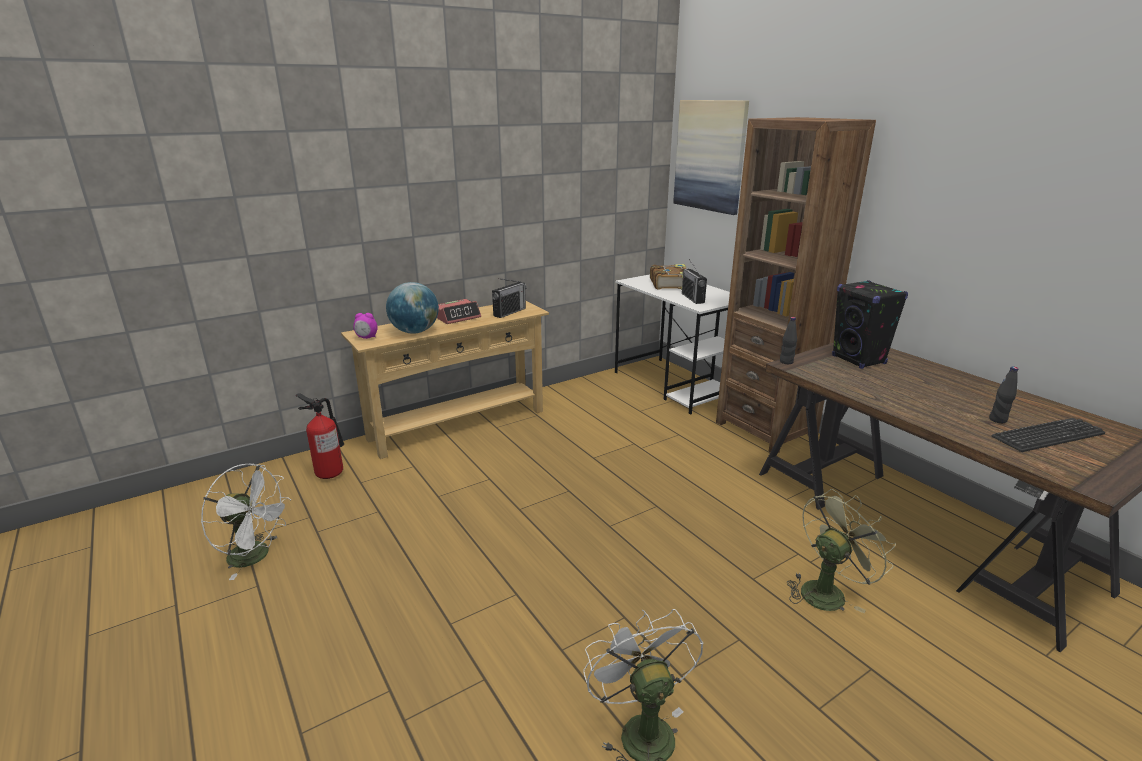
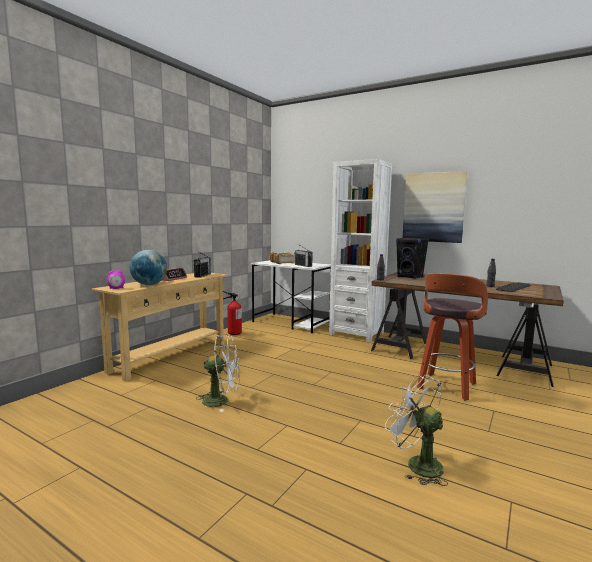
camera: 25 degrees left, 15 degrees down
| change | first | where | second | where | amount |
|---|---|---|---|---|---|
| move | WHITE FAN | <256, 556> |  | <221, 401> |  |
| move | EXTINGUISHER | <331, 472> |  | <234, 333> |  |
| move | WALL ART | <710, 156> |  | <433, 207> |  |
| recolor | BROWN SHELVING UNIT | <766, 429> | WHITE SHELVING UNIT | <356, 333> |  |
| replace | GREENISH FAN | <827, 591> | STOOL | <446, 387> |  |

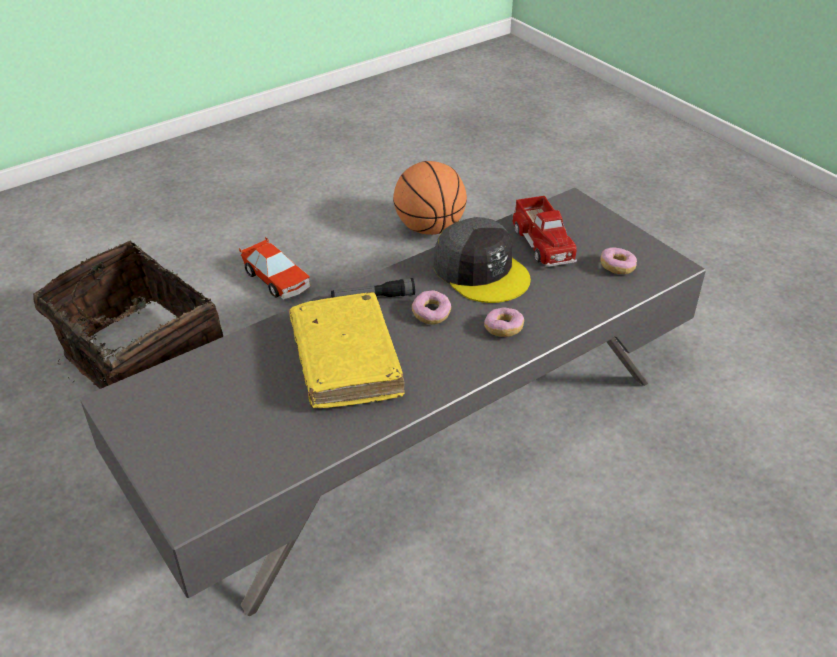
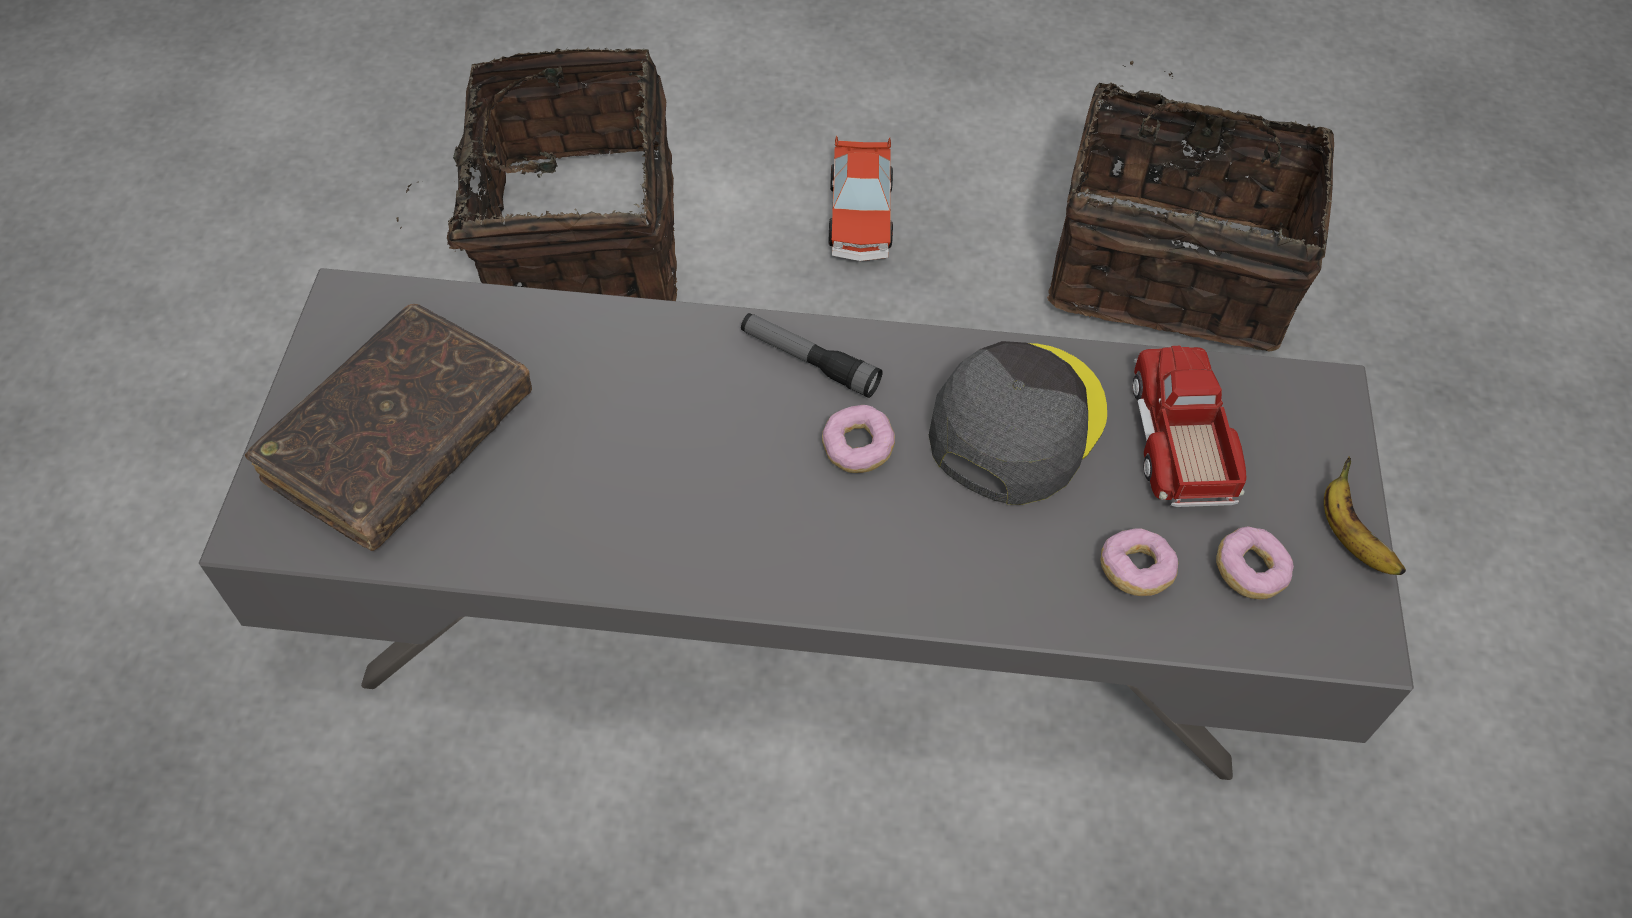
camera: 40 degrees right, 15 degrees up
| change | first | where | second | where | amount |
|---|---|---|---|---|---|
| delete | YELLOWISH VOLUME | <345, 361> |  |  |  |
| replace | BASKETBALL | <429, 228> | STORAGE BASKET | <1171, 265> |  |
| rotate | GRAY BASEBALL CAP | <481, 271> |  | <1016, 423> | 150 degrees counterclockwise |
| move | RING DOUGHNUT | <503, 329> |  | <1135, 571> |  |
| rotate | TOY LORRY | <543, 242> |  | <1179, 438> | 150 degrees clockwise |
| insert |  |  | BROWN VOLUME | <401, 440> |  |
| insert |  |  | WHOLE BANANA | <1350, 537> |  |

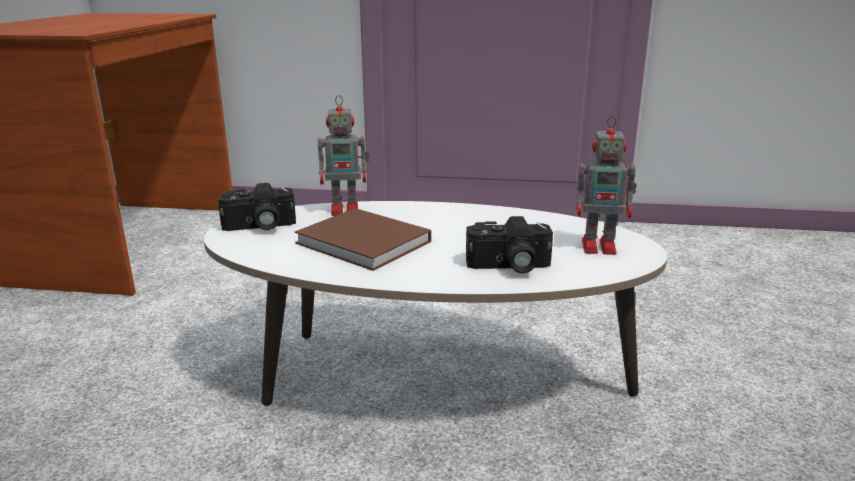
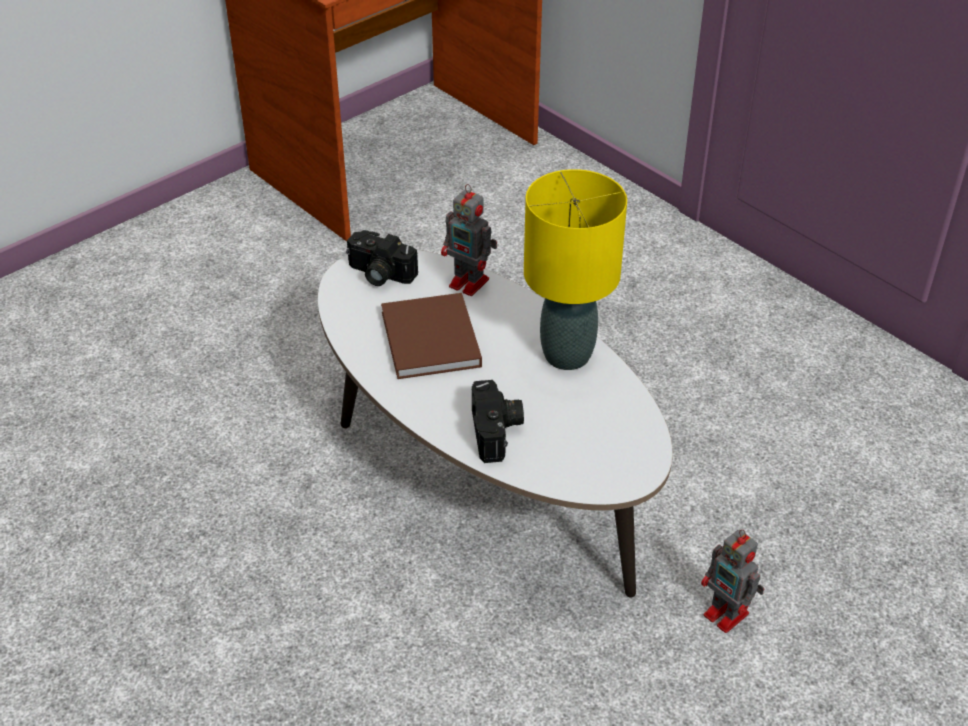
camera: 40 degrees right, 20 degrees up
| change | first | where | second | where | amount |
|---|---|---|---|---|---|
| rotate | STILL CAMERA | <508, 267> |  | <497, 432> | 135 degrees counterclockwise |
| move | TOY ROBOT | <601, 246> |  | <728, 615> |  |
| insert |  |  | YELLOWISH LAMP FOR A TABLE | <566, 355> |  |

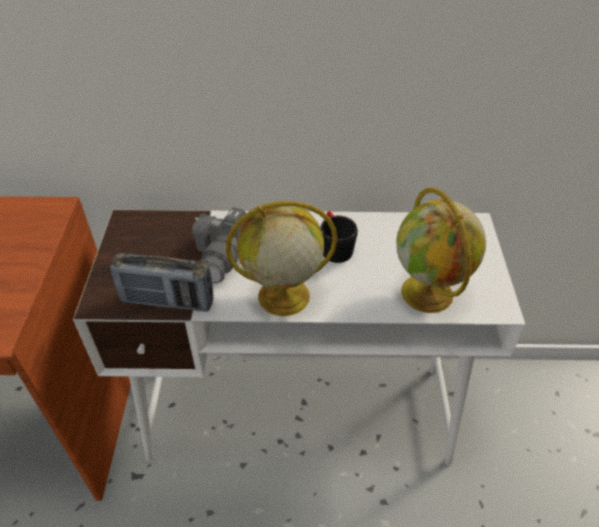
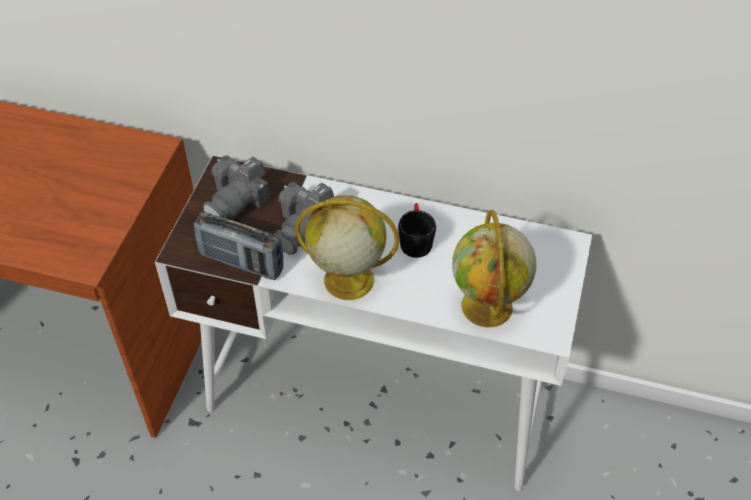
camera: 15 degrees right, 5 degrees up
| change | first | where | second | where | amount |
|---|---|---|---|---|---|
| insert |  |  | STILL CAMERA | <237, 201> |  |

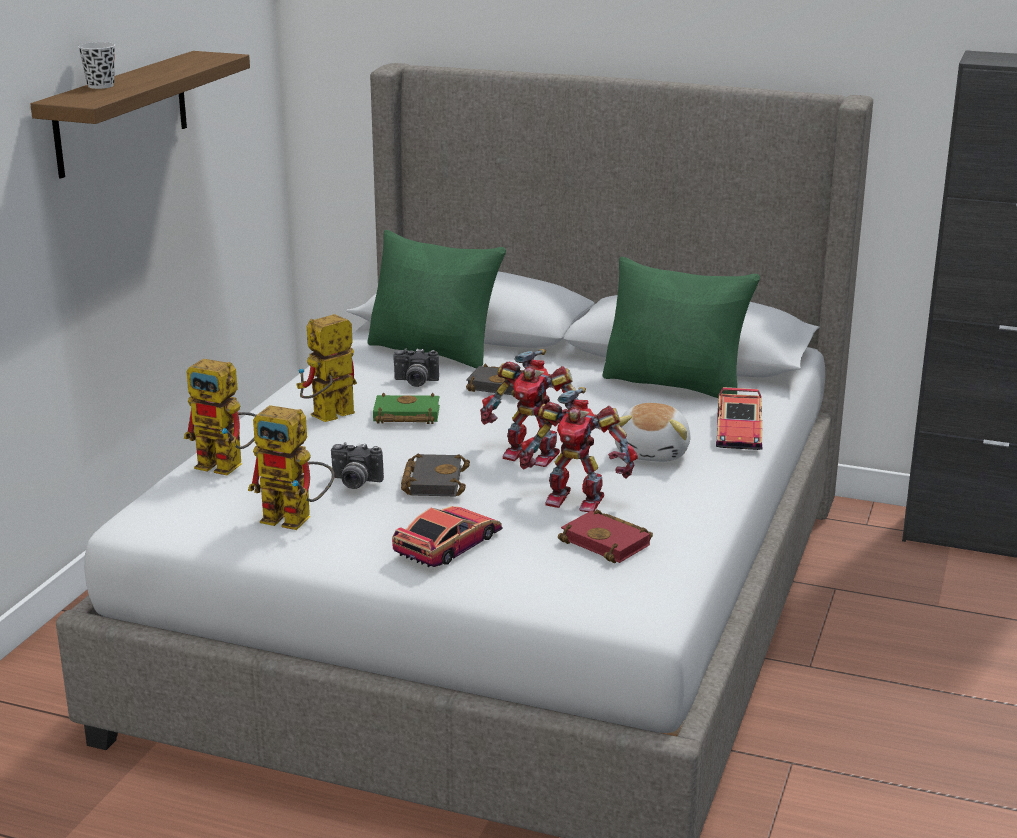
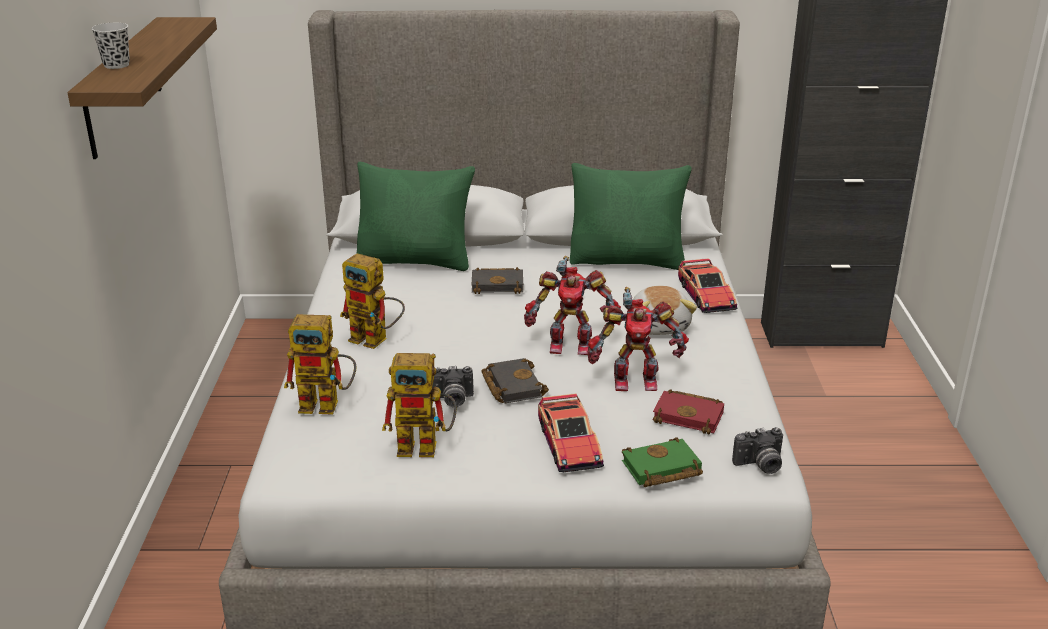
camera: 20 degrees left, 5 degrees up
| change | first | where | second | where | amount |
|---|---|---|---|---|---|
| rotate | TOY ROBOT | <327, 418> |  | <376, 340> | 90 degrees counterclockwise |
| move | GREENISH VOLUME | <404, 416> |  | <660, 470> |  |
| rotate | MINIATURE CAR | <449, 544> |  | <569, 444> | 150 degrees clockwise |
| move | STILL CAMERA | <415, 382> |  | <760, 465> |  |

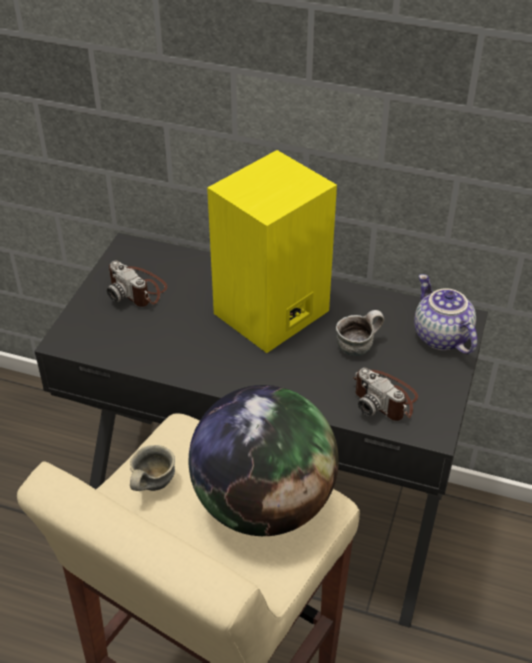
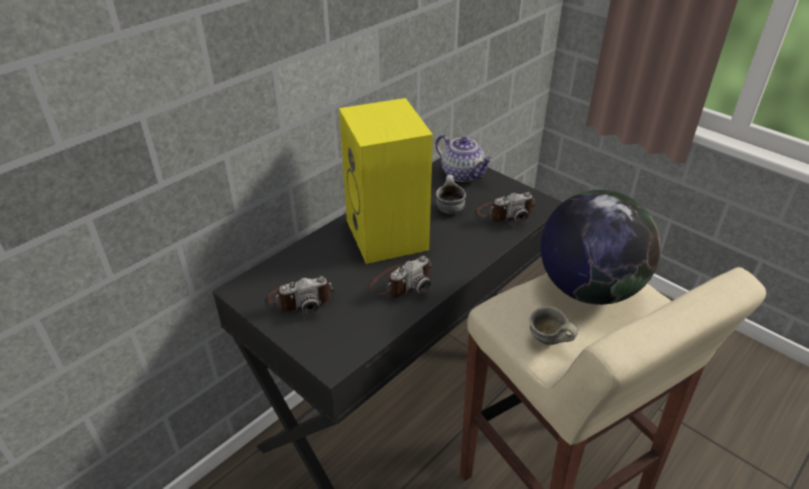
camera: 65 degrees left, 5 degrees down
| change | first | where | second | where | amount |
|---|---|---|---|---|---|
| rotate | TEA POT | <440, 336> |  | <463, 174> | 135 degrees counterclockwise |
| insert |  |  | STILL CAMERA | <401, 283> |  |

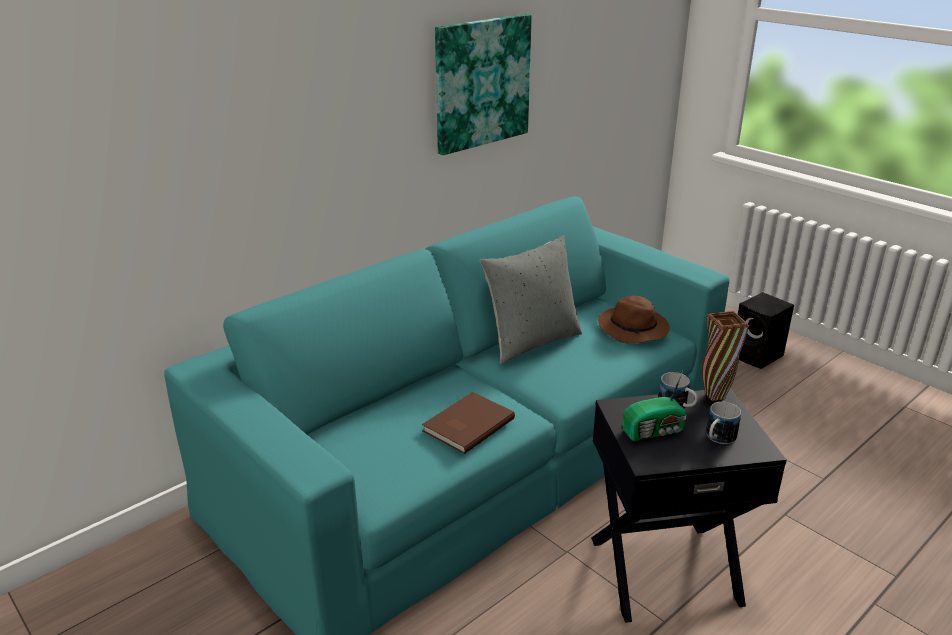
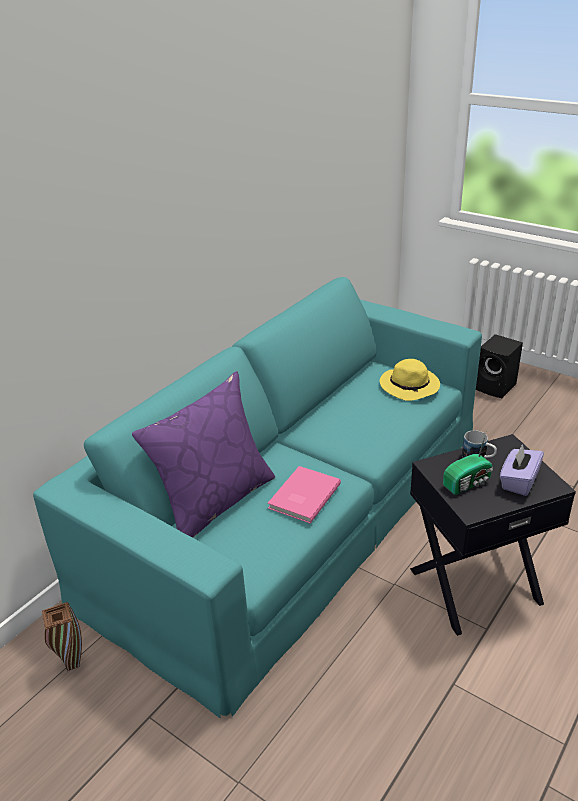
camera: 10 degrees left, 5 degrees up
| change | first | where | second | where | amount |
|---|---|---|---|---|---|
| recolor | BROWN VOLUME | <466, 424> | PINK-COLOURED VOLUME | <302, 496> |  |
| delete | WALL ART | <481, 83> |  |  |  |
| delete | GRAY PILLOW | <531, 341> |  |  |  |
| recolor | BROWN WEARABLE HAT | <634, 329> | YELLOWISH WEARABLE HAT | <410, 386> |  |
| move | BROWN DECORATIVE VASE | <714, 396> |  | <72, 664> |  |
| replace | TEA MUG | <717, 438> | PURPLE-COLOURED TISSUE HOLDER | <518, 481> |  |
| insert |  |  | PURPLE-COLOURED PILLOW | <215, 502> |  |

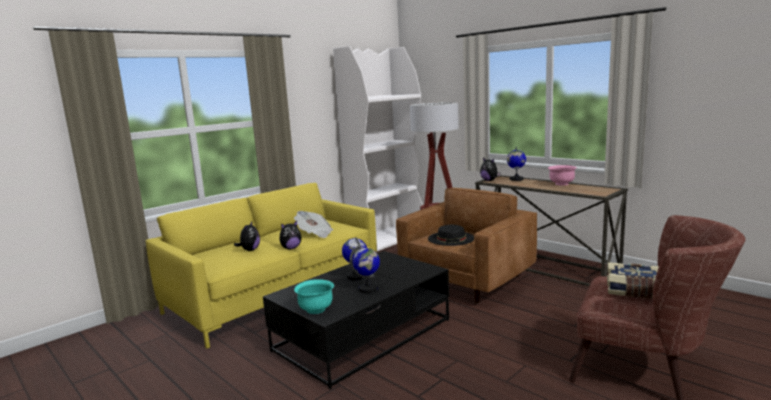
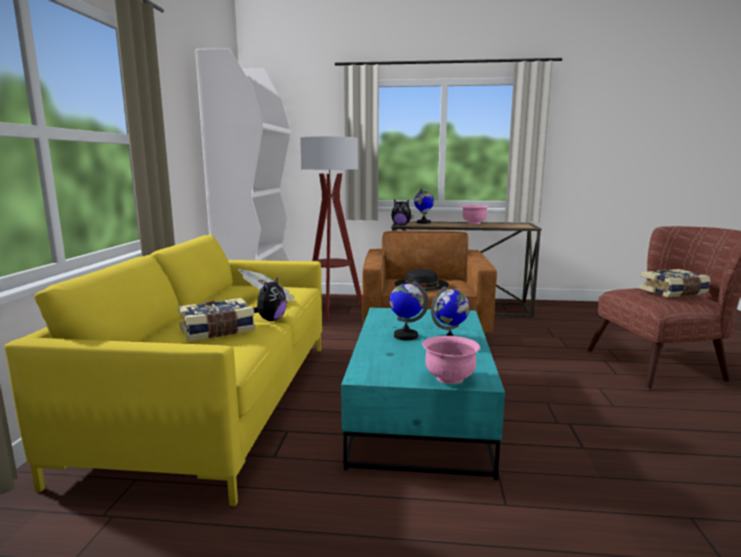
camera: 40 degrees left, 0 degrees up
| change | first | where | second | where | amount |
|---|---|---|---|---|---|
| replace | PLUSH TOY | <250, 250> | VOLUME | <217, 331> |  |
| recolor | BLACK-COLOURED LOUNGE TABLE | <363, 334> | BLUE-GREEN LOUNGE TABLE | <419, 410> |  |
| recolor | BLUE-GREEN SERVING BOWL | <316, 309> | PINK-COLOURED SERVING BOWL | <449, 378> |  |

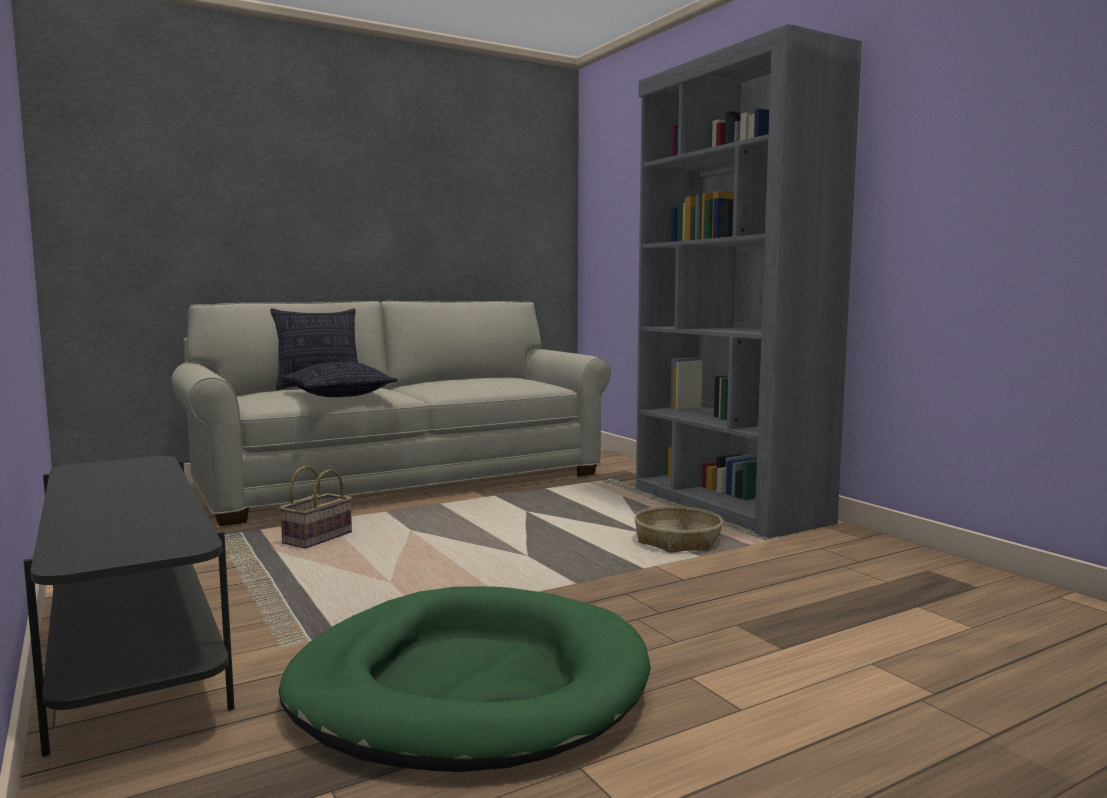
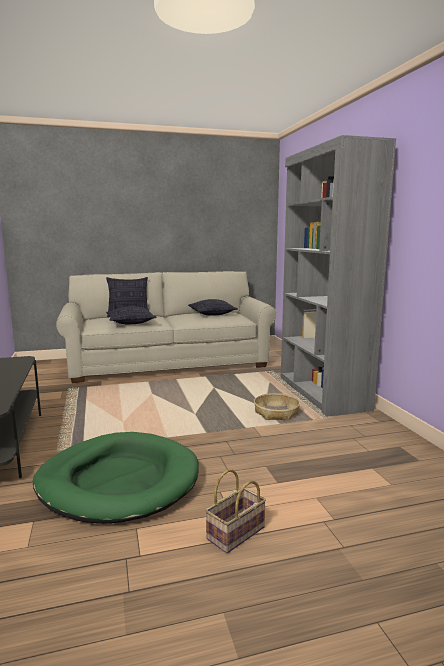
camera: 15 degrees right, 5 degrees up
| change | first | where | second | where | amount |
|---|---|---|---|---|---|
| move | STORAGE BASKET | <317, 539> |  | <235, 534> |  |
| insert |  |  | PILLOW | <212, 314> |  |

